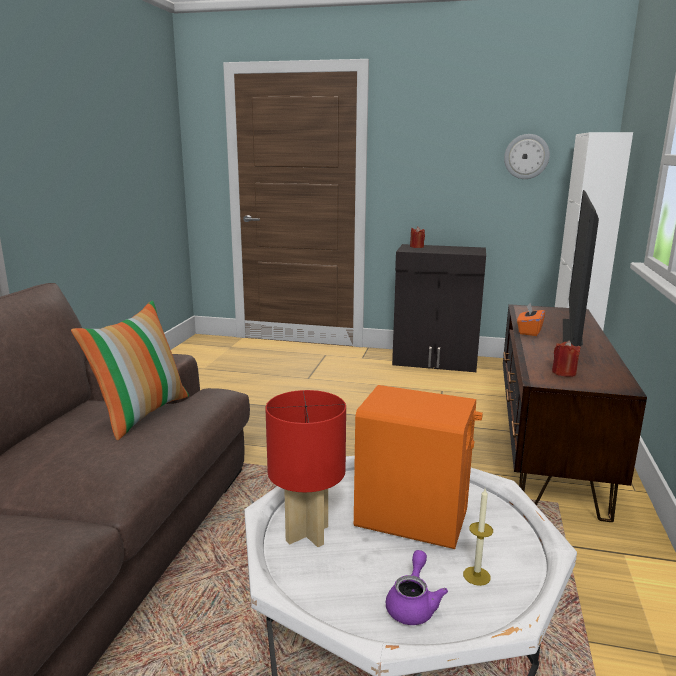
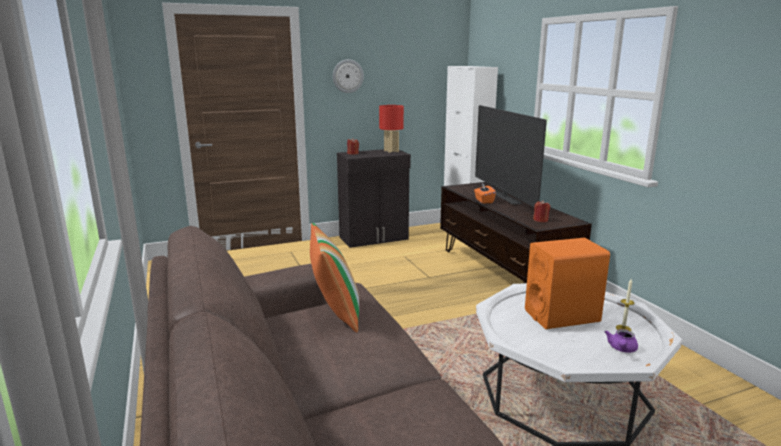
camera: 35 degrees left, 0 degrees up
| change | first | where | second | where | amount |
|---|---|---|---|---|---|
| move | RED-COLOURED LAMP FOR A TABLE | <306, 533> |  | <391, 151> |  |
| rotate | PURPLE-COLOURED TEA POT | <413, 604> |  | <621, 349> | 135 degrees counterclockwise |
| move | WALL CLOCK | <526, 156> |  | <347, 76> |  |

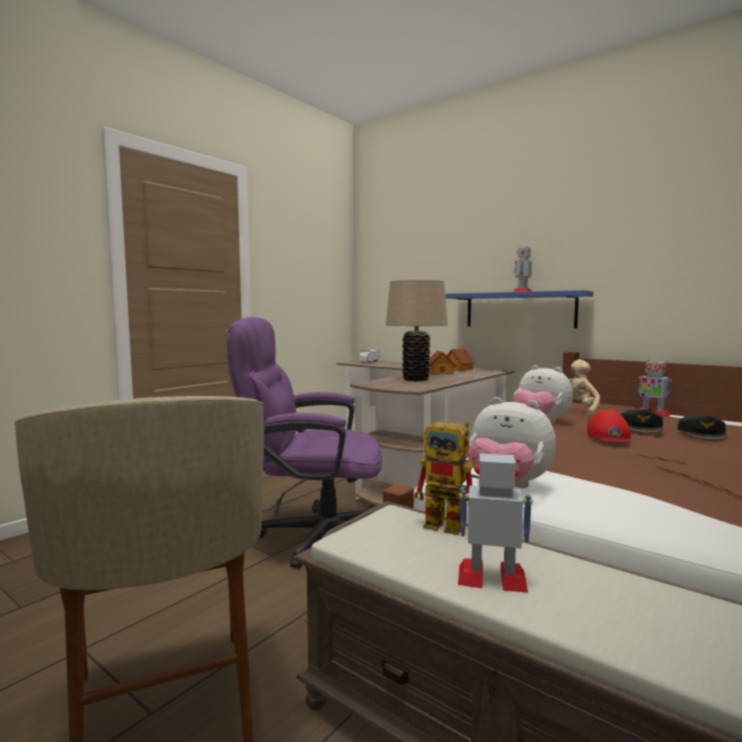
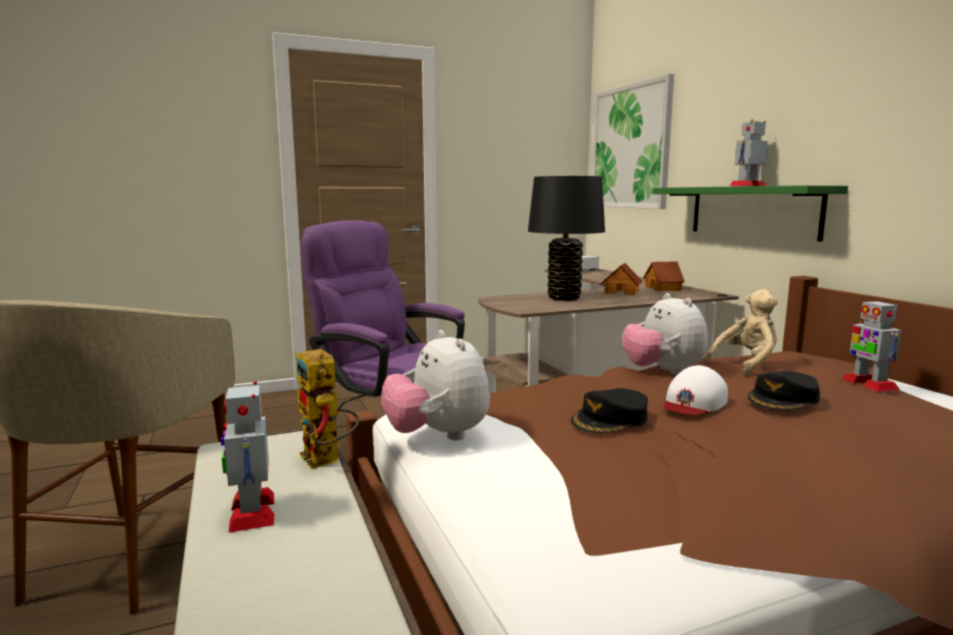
camera: 30 degrees right, 5 degrees up
| change | first | where | second | where | amount |
|---|---|---|---|---|---|
| recolor | SAND-COLOURED LAMP FOR A TABLE | <416, 379> | BLACK-COLOURED LAMP FOR A TABLE | <564, 298> |  |
| recolor | BLUE BRACKET SHELF | <519, 310> | GREENISH BRACKET SHELF | <752, 211> |  |
| rotate | TOY ROBOT | <492, 578> |  | <252, 511> | 150 degrees counterclockwise |
| recolor | RED-COLOURED BASEBALL CAP | <609, 436> | WHITE BASEBALL CAP | <693, 402> |  |
| move | BLACK-COLOURED BASEBALL CAP | <702, 434> |  | <610, 419> |  |
| insert |  |  | WALL ART | <630, 147> |  |

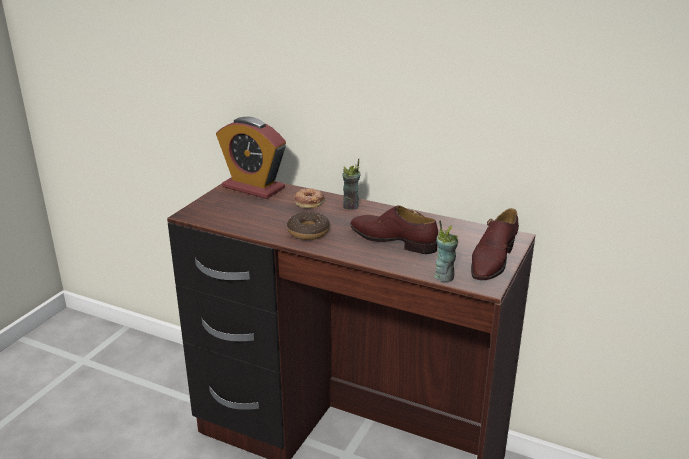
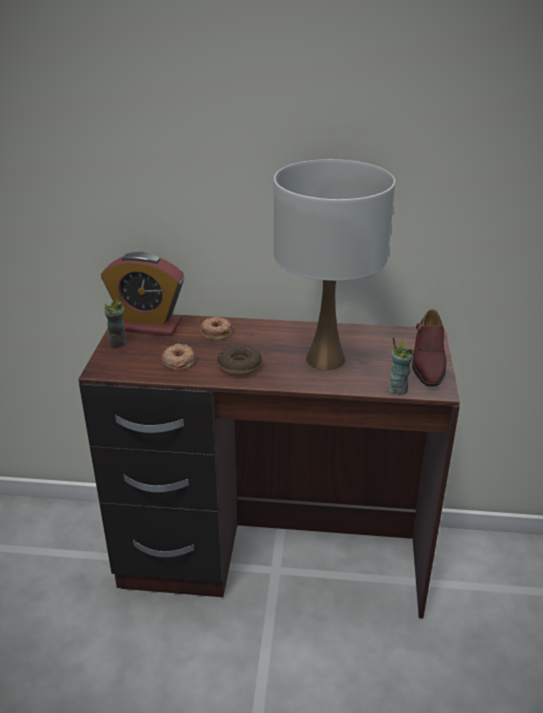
camera: 20 degrees left, 5 degrees up
| change | first | where | second | where | amount |
|---|---|---|---|---|---|
| move | CUP | <351, 206> |  | <118, 343> |  |
| replace | BROWN SHOE | <392, 240> | WHITE LAMP FOR A TABLE | <326, 359> |  |
| insert |  |  | RING DOUGHNUT | <178, 361> |  |

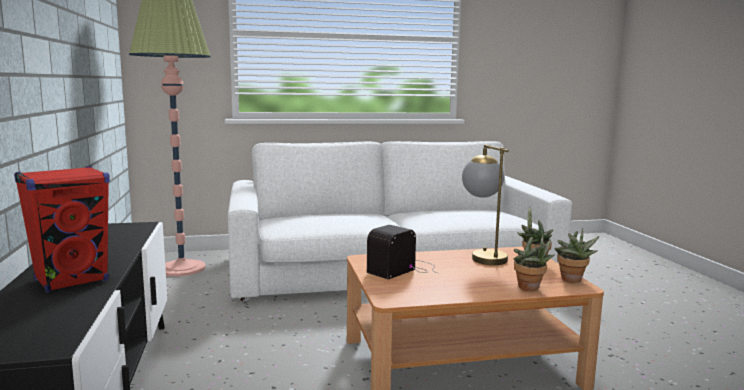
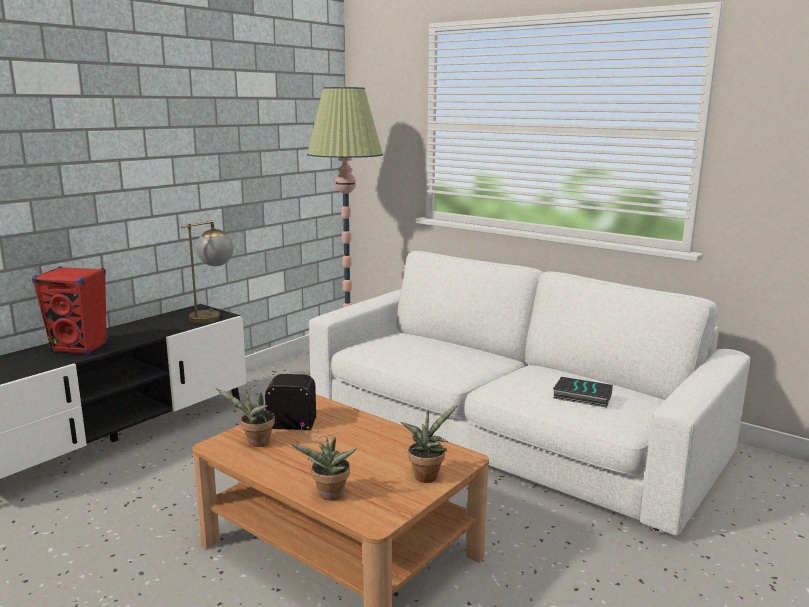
camera: 50 degrees right, 5 degrees up
| change | first | where | second | where | amount |
|---|---|---|---|---|---|
| move | LAMP FOR A TABLE | <482, 256> |  | <213, 316> |  |
| move | HOUSEPLANT | <572, 280> |  | <255, 443> |  |
| insert |  |  | VOLUME | <581, 396> |  |

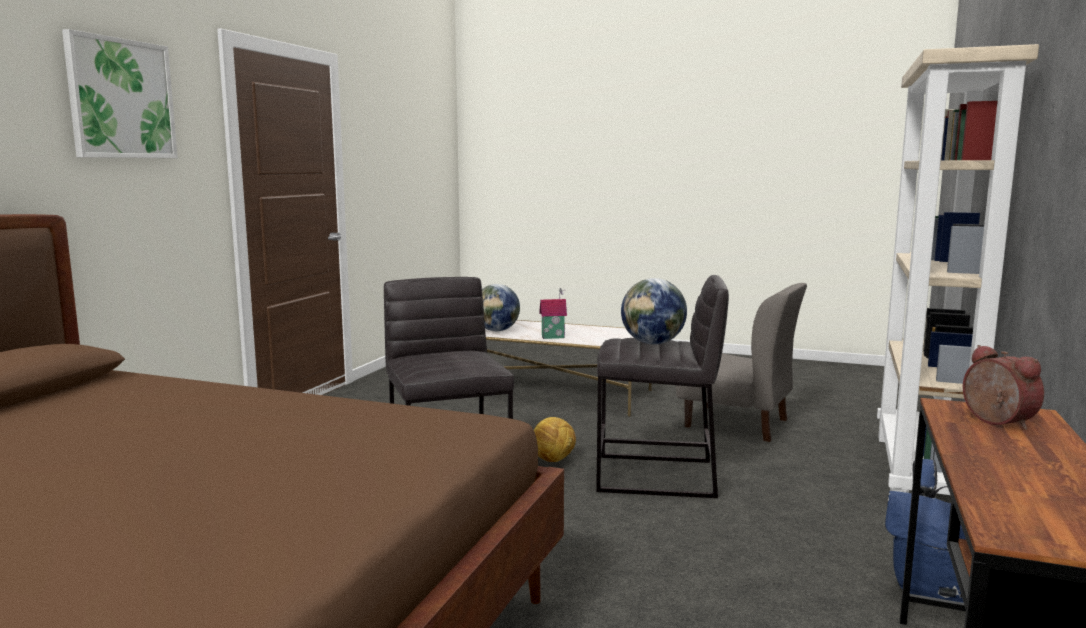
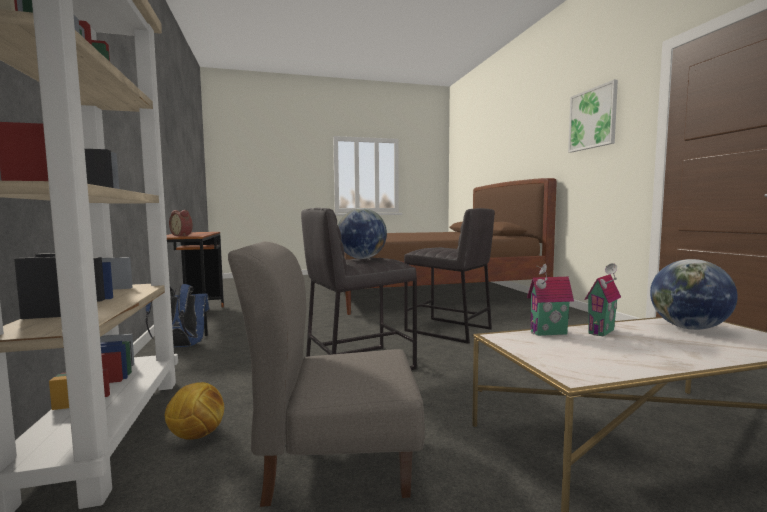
camera: 145 degrees right, 5 degrees down
| change | first | where | second | where | amount |
|---|---|---|---|---|---|
| move | BALL FOR FOOTBALL | <553, 460> |  | <196, 436> |  |
| insert |  |  | MINIATURE HOUSE | <549, 333> |  |

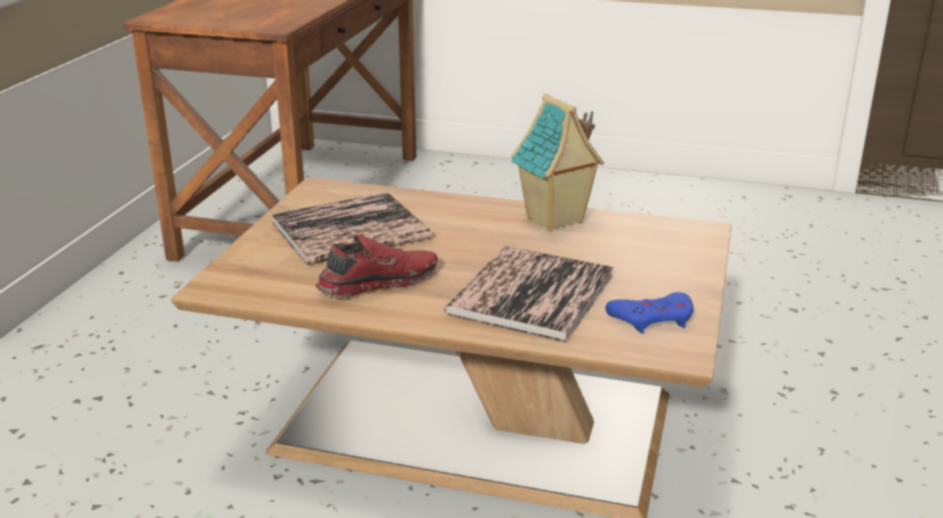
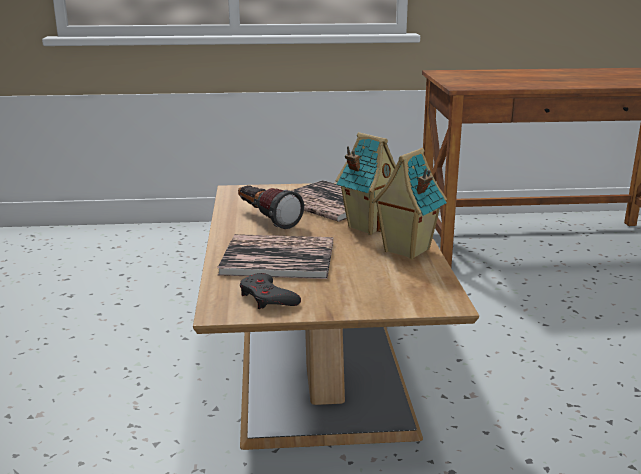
camera: 70 degrees right, 5 degrees down
| change | first | where | second | where | amount |
|---|---|---|---|---|---|
| replace | RED-COLOURED SHOE | <377, 282> | FLASHLIGHT | <266, 219> |  |
| recolor | BLUE GAMEPAD | <652, 318> | GRAY GAMEPAD | <267, 298> |  |
| insert |  |  | MINIATURE HOUSE | <368, 226> |  |

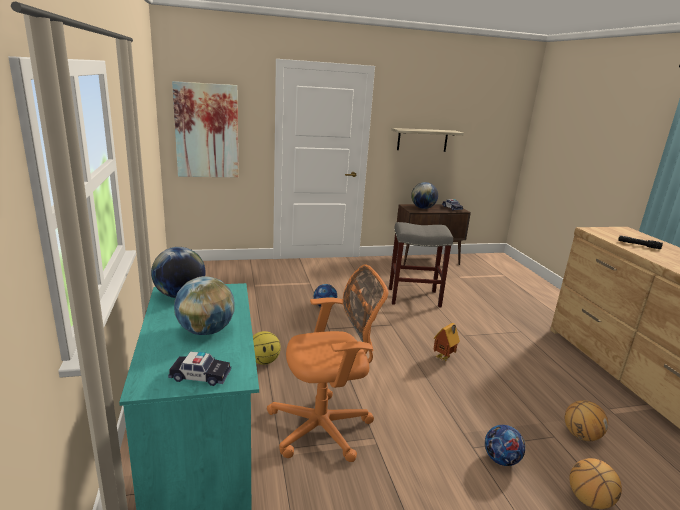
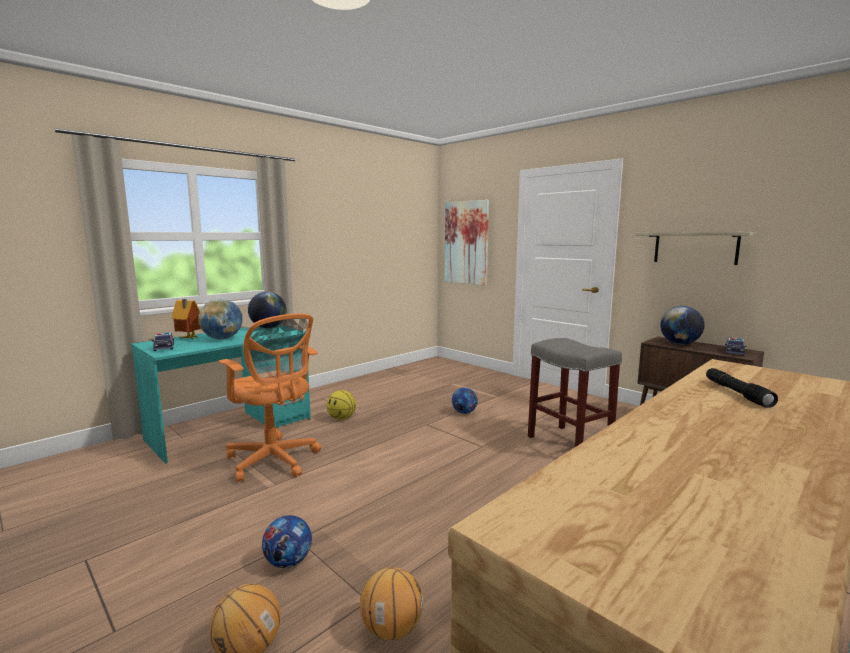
camera: 60 degrees right, 10 degrees down
| change | first | where | second | where | amount |
|---|---|---|---|---|---|
| move | MINIATURE HOUSE | <444, 358> |  | <188, 339> |  |

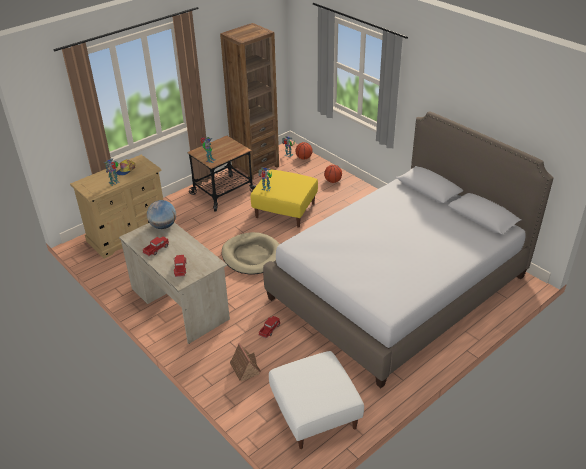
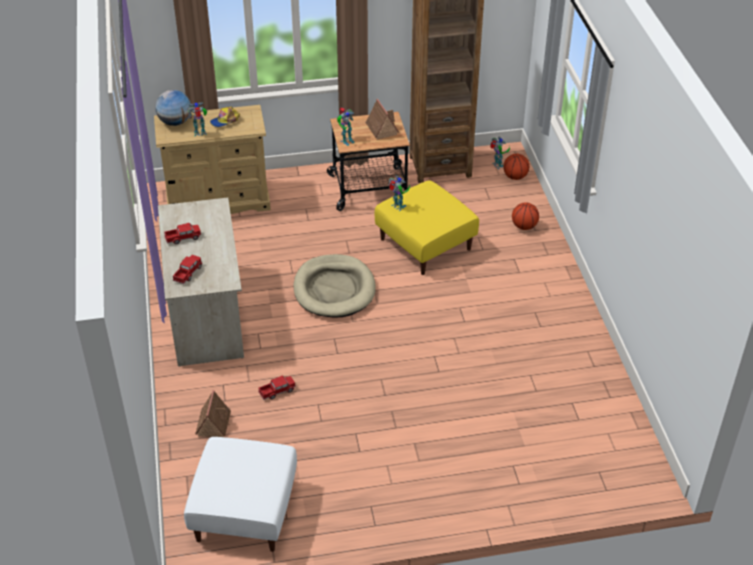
camera: 30 degrees right, 5 degrees up
| change | first | where | second | where | amount |
|---|---|---|---|---|---|
| move | GLOBE | <163, 226> |  | <175, 122> |  |
| delete | BED | <398, 286> |  |  |  |
| insert |  |  | MINIATURE HOUSE | <381, 129> |  |

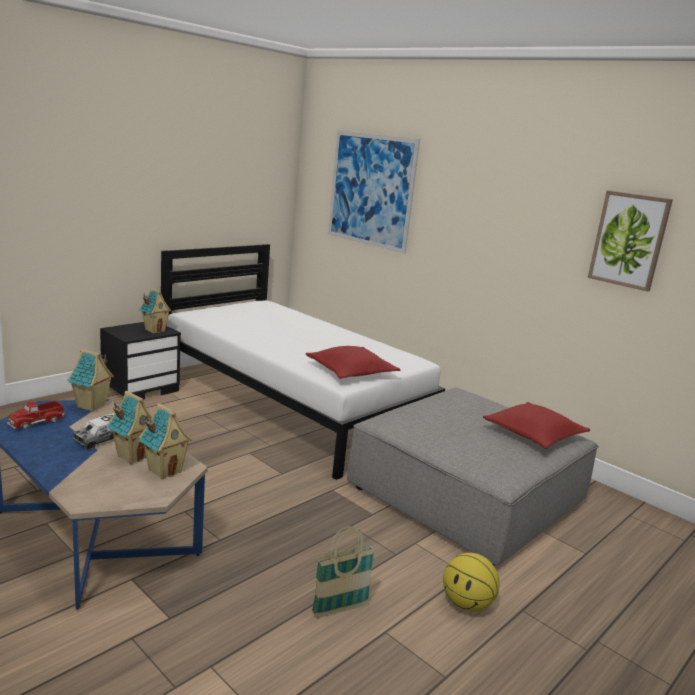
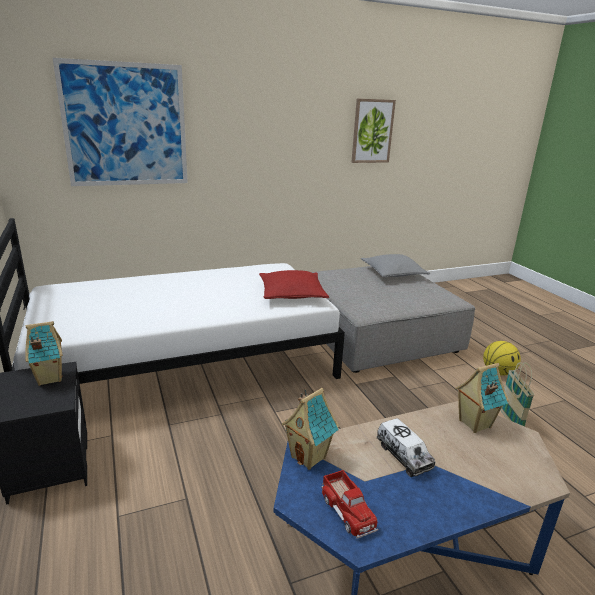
camera: 65 degrees left, 5 degrees up
| change | first | where | second | where | amount |
|---|---|---|---|---|---|
| delete | MINIATURE HOUSE | <133, 456> |  |  |  |
| recolor | RED-COLOURED PILLOW | <534, 434> | GRAY PILLOW | <393, 273> |  |

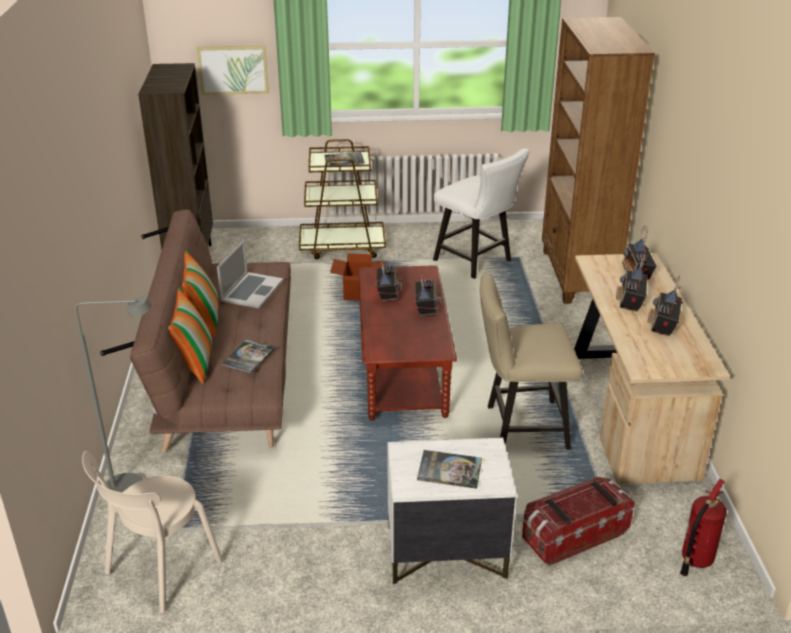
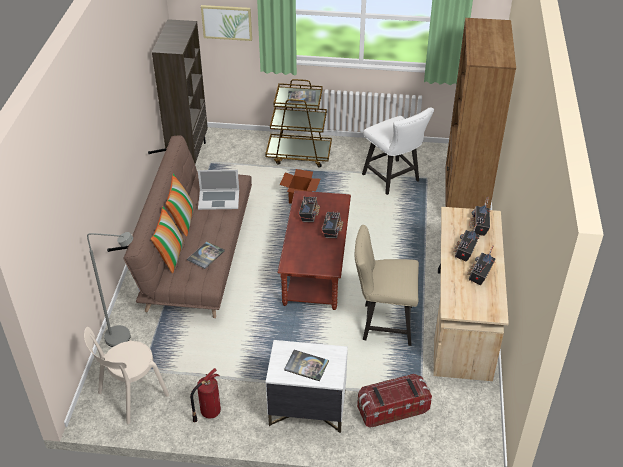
camera: 10 degrees right, 10 degrees up
| change | first | where | second | where | amount |
|---|---|---|---|---|---|
| rotate | PORTABLE COMPUTER | <251, 290> |  | <219, 199> | 60 degrees clockwise |
| move | EXTINGUISHER | <695, 560> |  | <209, 412> |  |

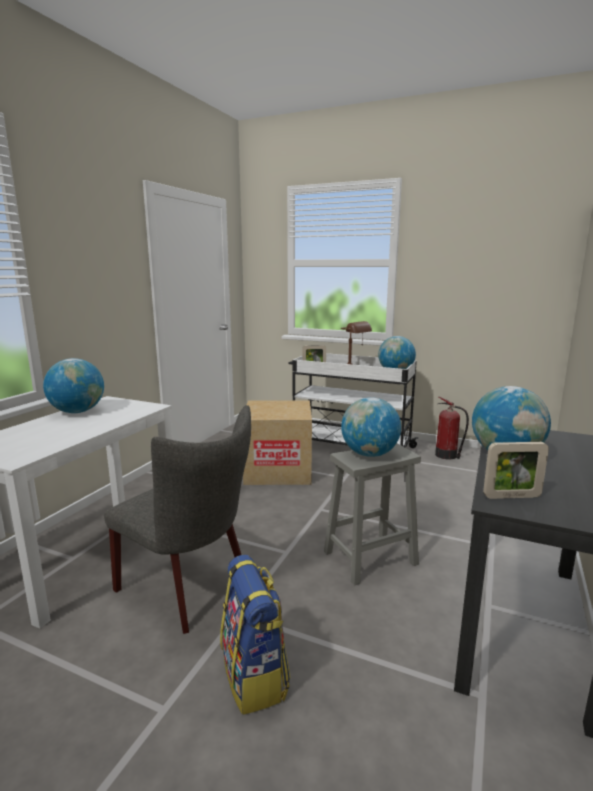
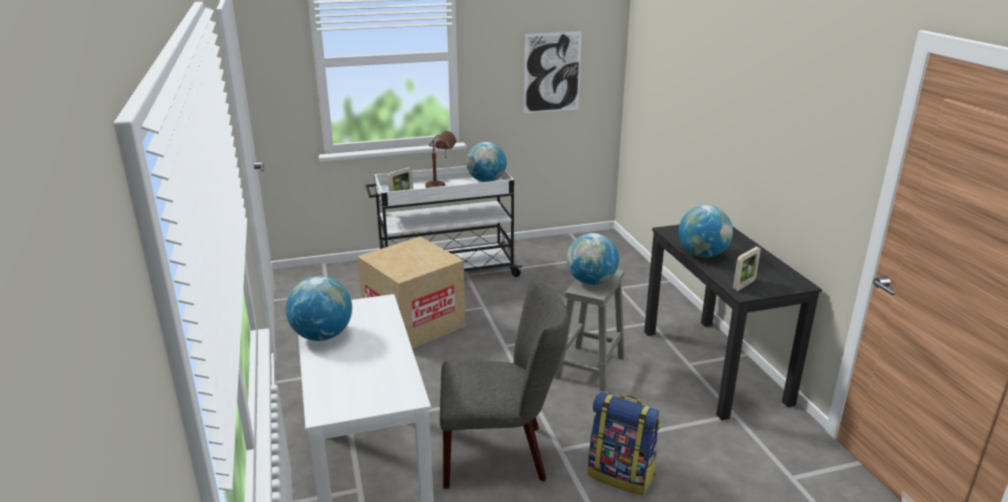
camera: 40 degrees left, 10 degrees up
| change | first | where | second | where | amount |
|---|---|---|---|---|---|
| delete | EXTINGUISHER | <447, 455> |  |  |  |
| insert |  |  | WALL ART | <552, 72> |  |

